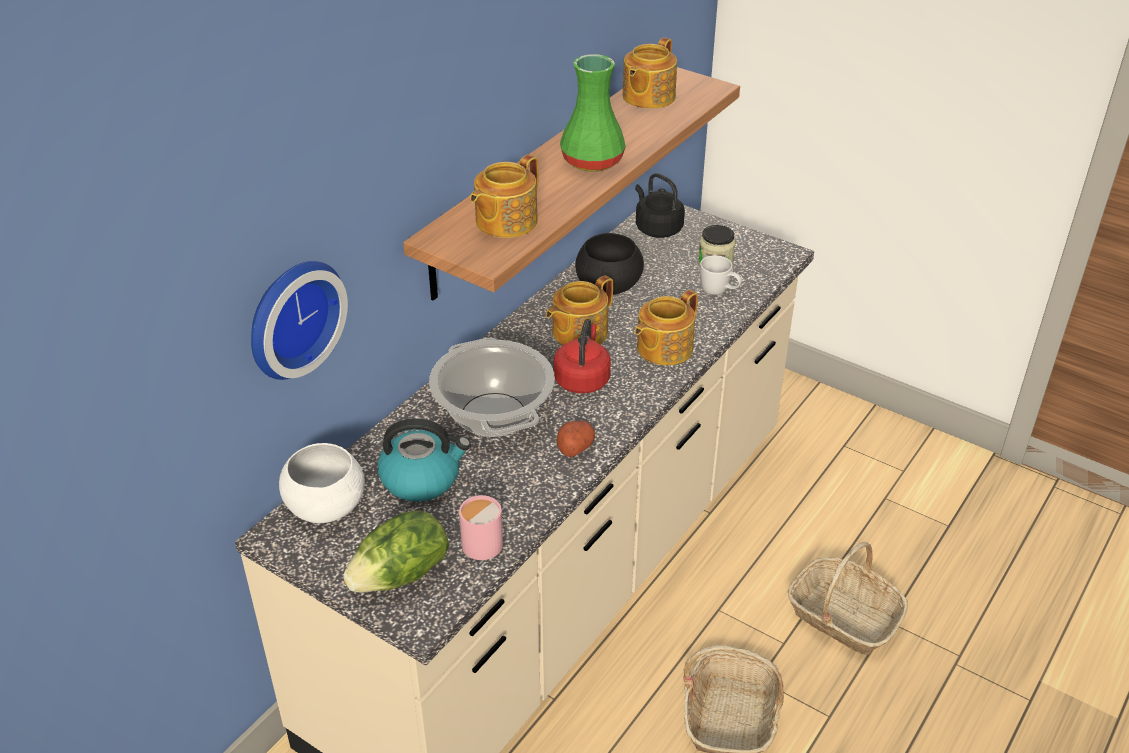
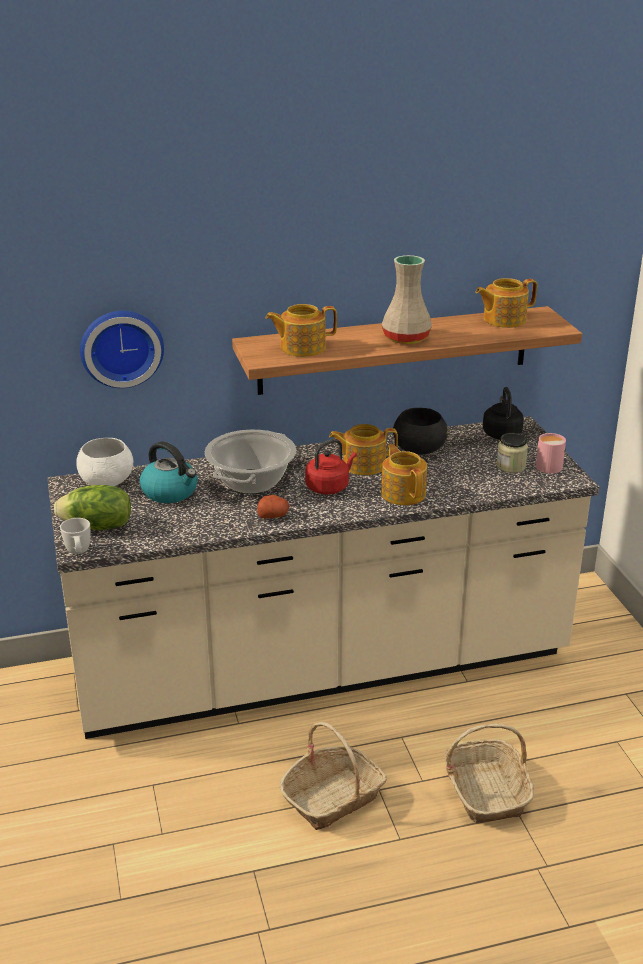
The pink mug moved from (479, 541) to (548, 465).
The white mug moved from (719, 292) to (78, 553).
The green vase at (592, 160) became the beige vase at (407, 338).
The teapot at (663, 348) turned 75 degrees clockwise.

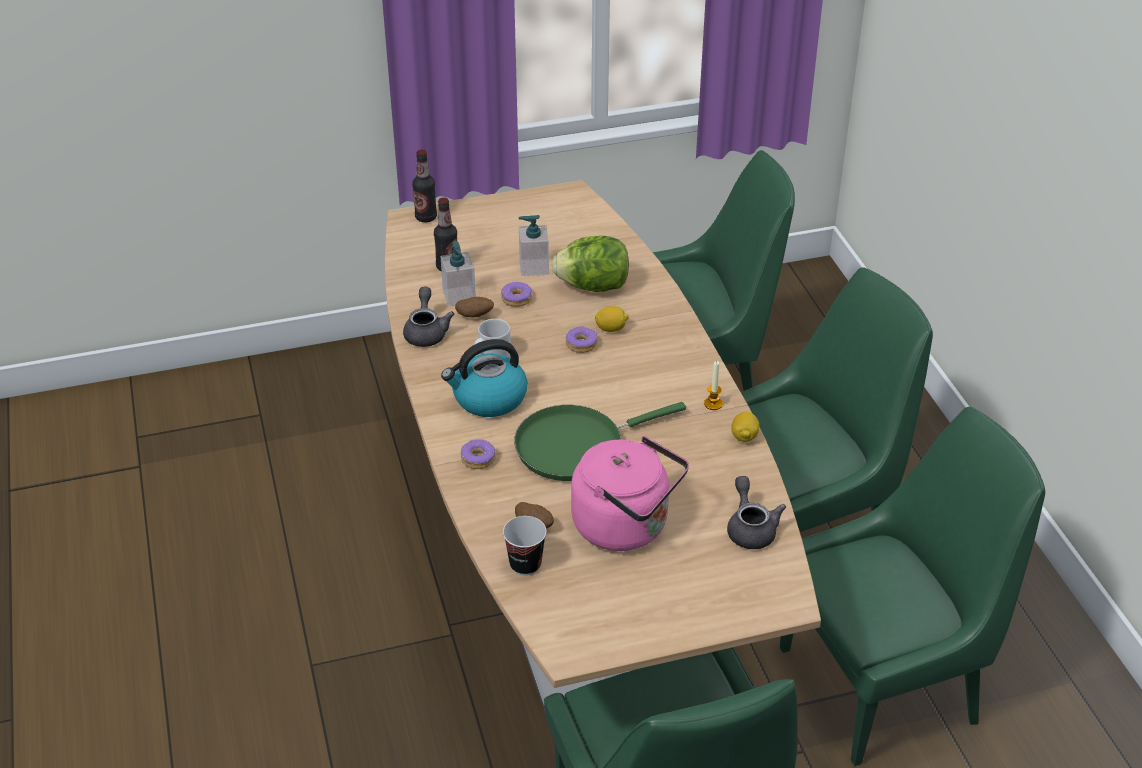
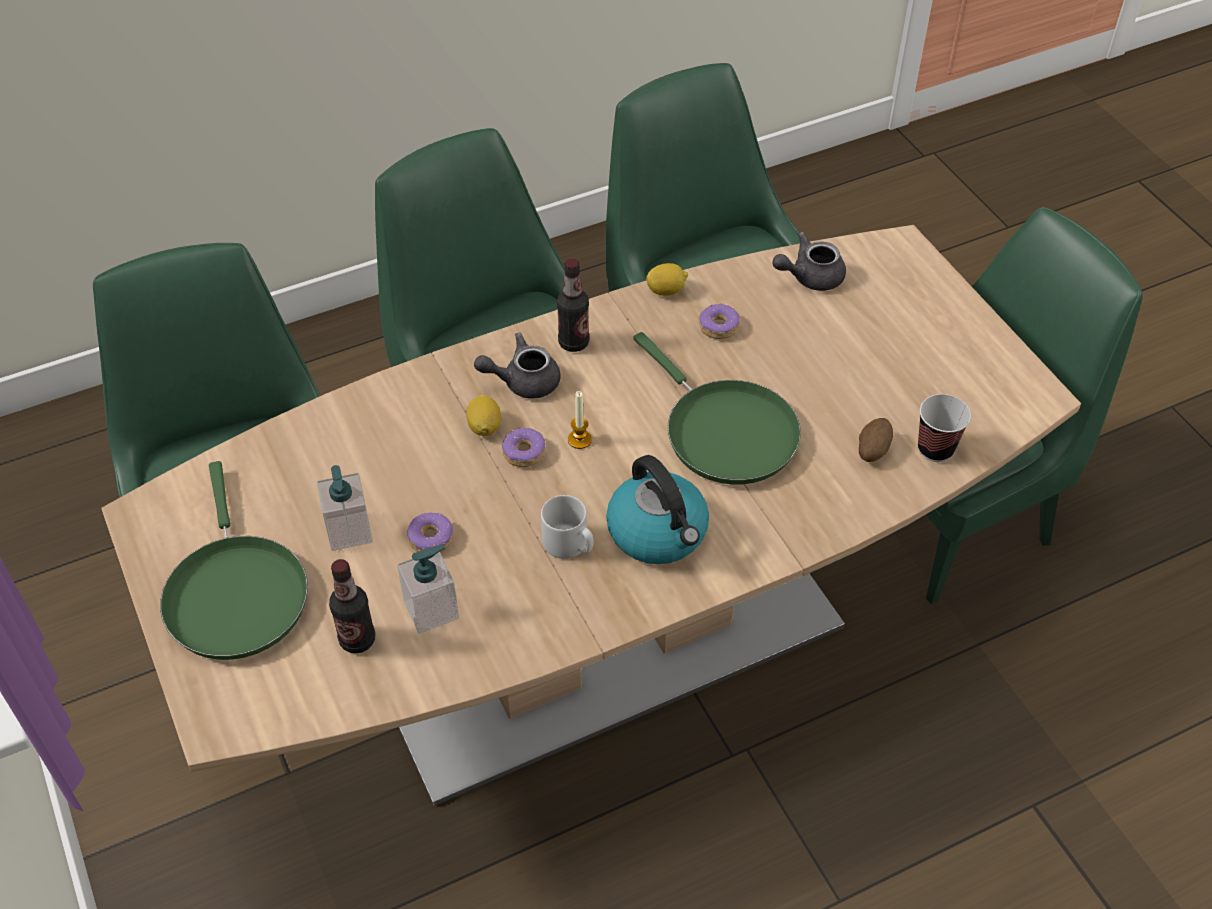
The potato at (475, 316) disappeared.
The lettuce at (593, 286) disappeared.
The pink kettle at (626, 527) disappeared.
The green frying pan at (235, 593) appeared.
The grey teapot moved from (426, 332) to (523, 381).
The bottle moved from (426, 217) to (573, 342).
The donut moved from (478, 459) to (718, 327).
The candle moved from (713, 404) to (579, 440).

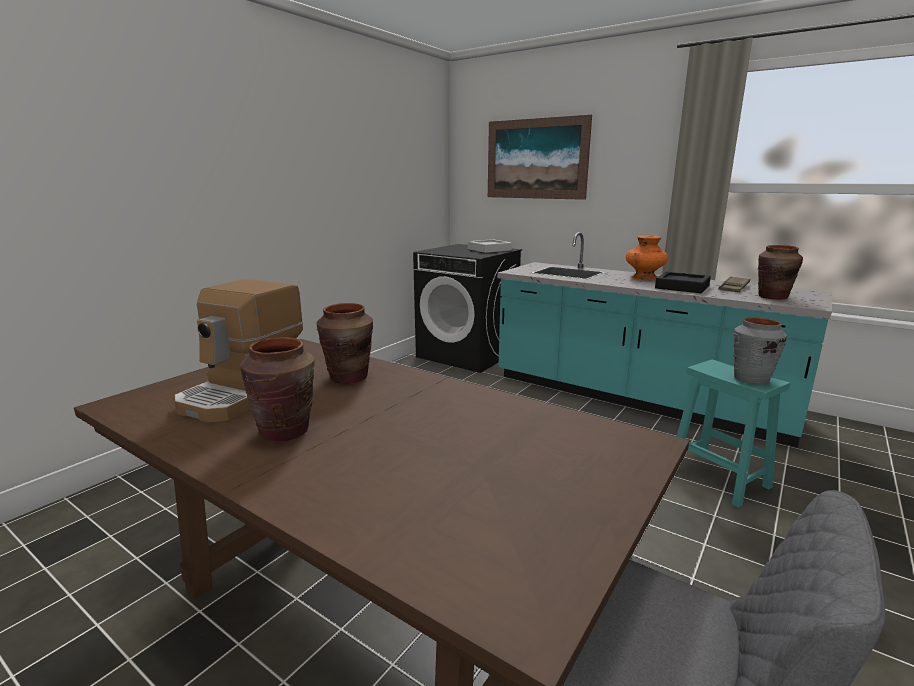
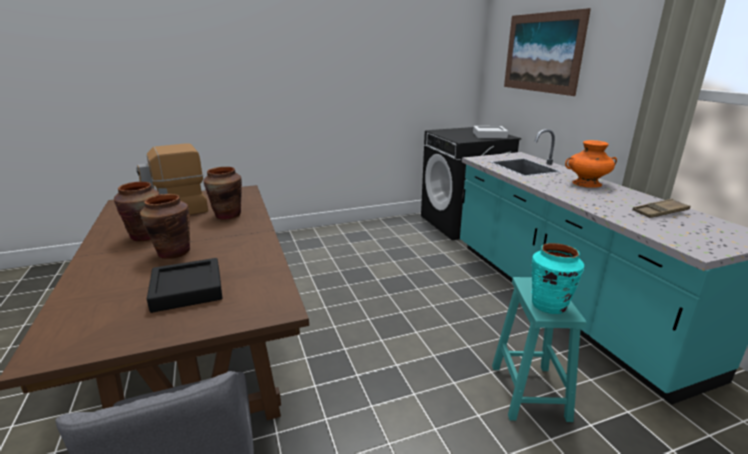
The black tray moved from (682, 287) to (187, 290).
The brown vase moved from (772, 297) to (173, 253).
The grey vase at (751, 379) became the turquoise vase at (549, 305).

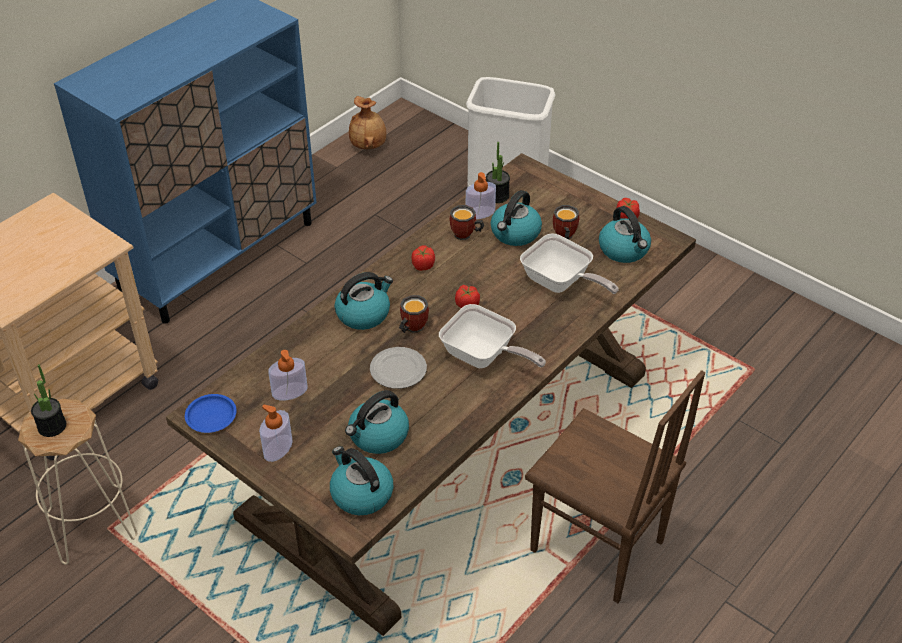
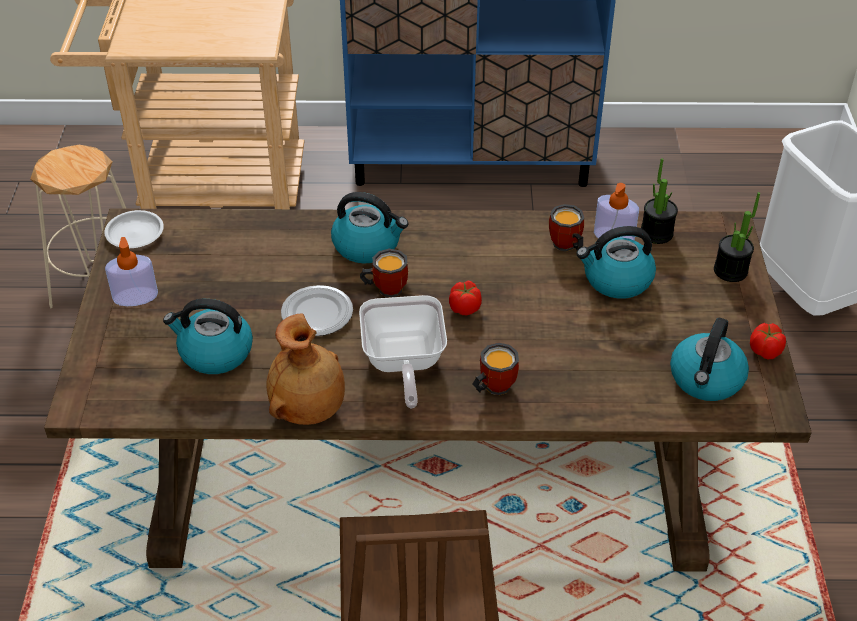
The soap dispenser at (289, 391) disappeared.
The kettle at (361, 494) disappeared.
The tomato at (423, 265) disappeared.
The frying pan at (560, 283) disappeared.
The potted plant moved from (52, 426) to (730, 271).
The brown vase moved from (369, 145) to (309, 409).
The mug moved from (563, 236) to (492, 387).
The blue plate at (211, 416) became the white plate at (135, 233).

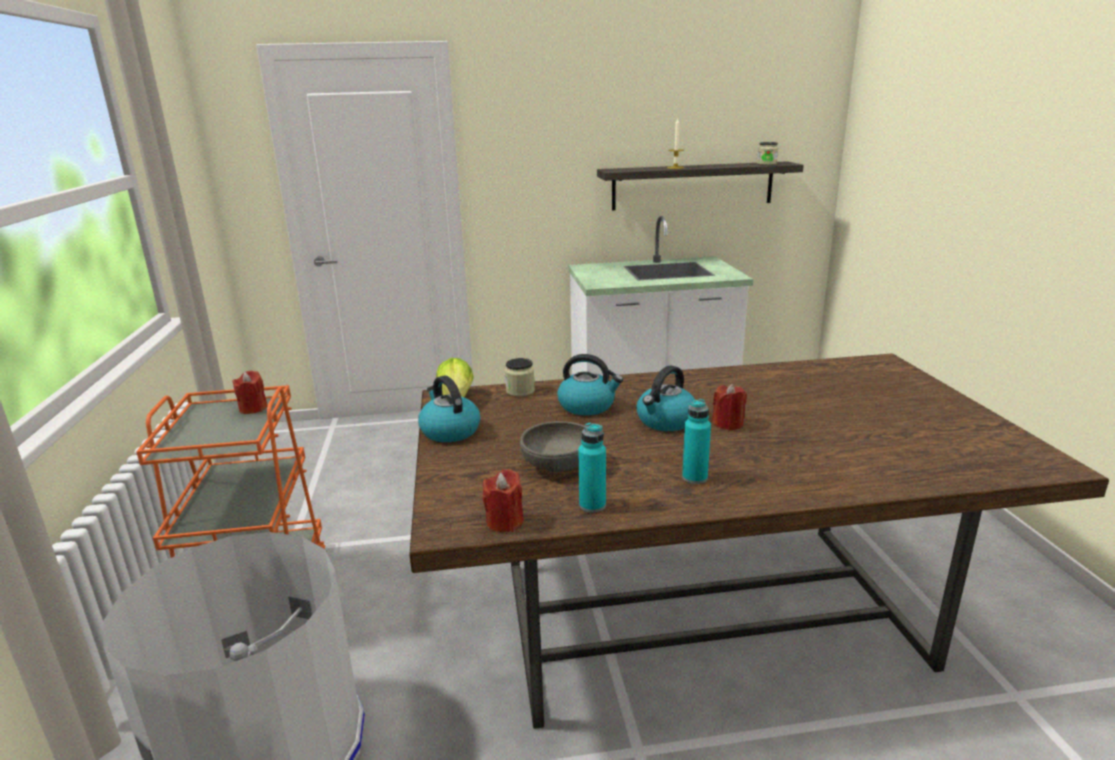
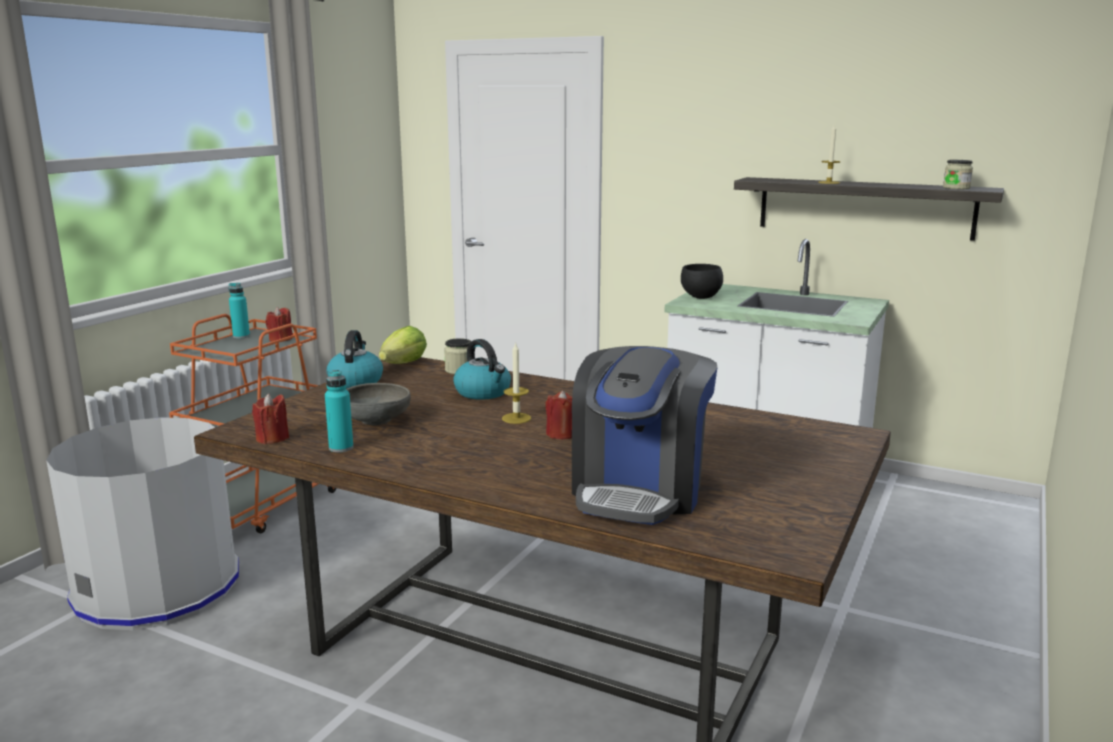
The coffee machine at (639, 490) appeared.
The black bowl at (701, 297) appeared.
The turquoise bottle moved from (694, 477) to (241, 336).
The kettle at (666, 421) was replaced by the candle at (516, 418).

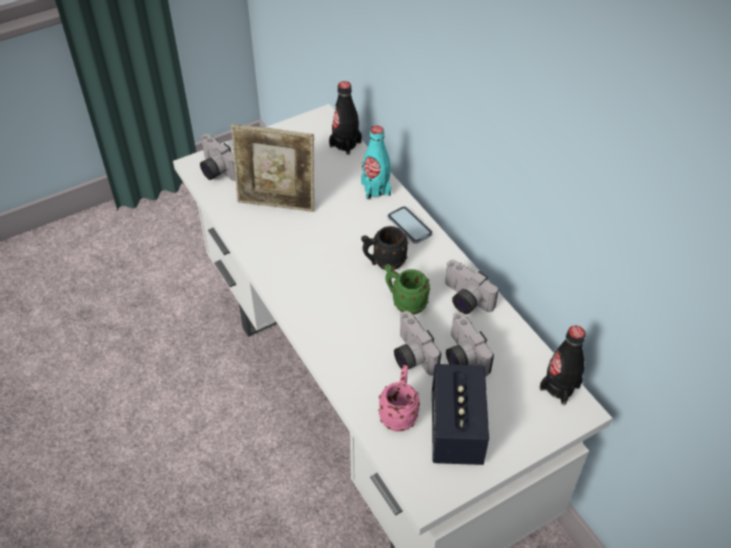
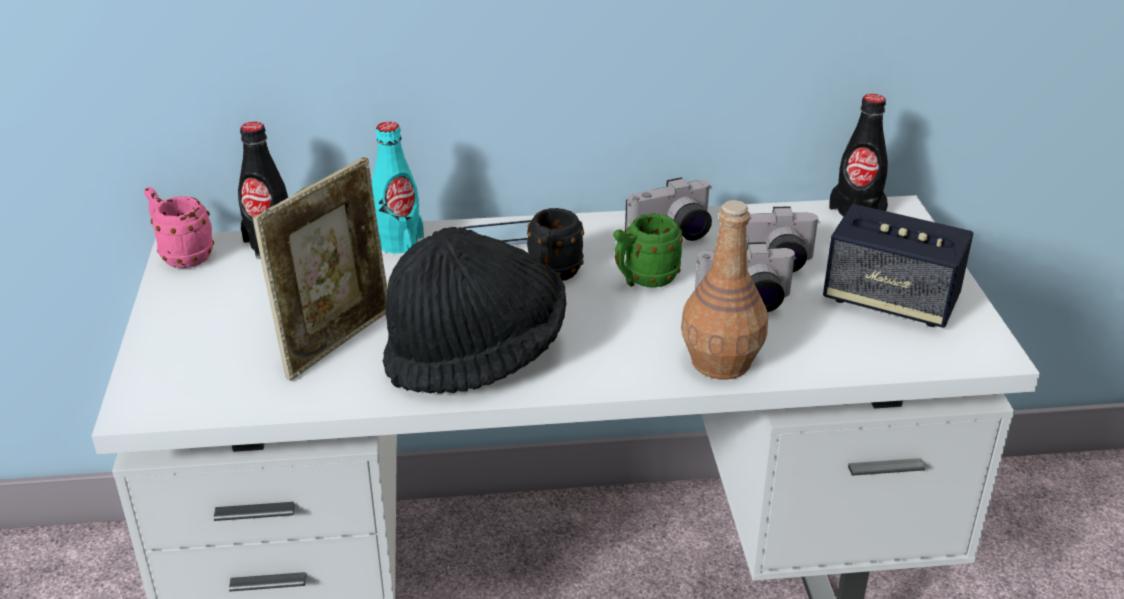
The photo camera at (215, 170) disappeared.
The black hat at (476, 355) appeared.
The brown bottle at (720, 361) appeared.
The pink mug moved from (399, 413) to (181, 255).

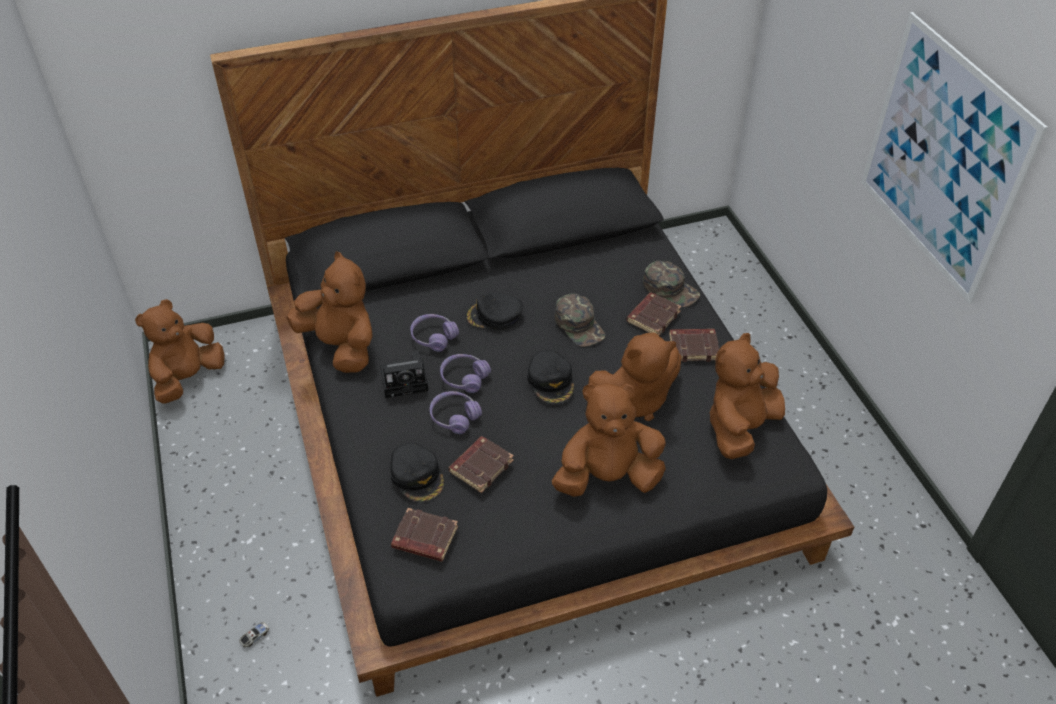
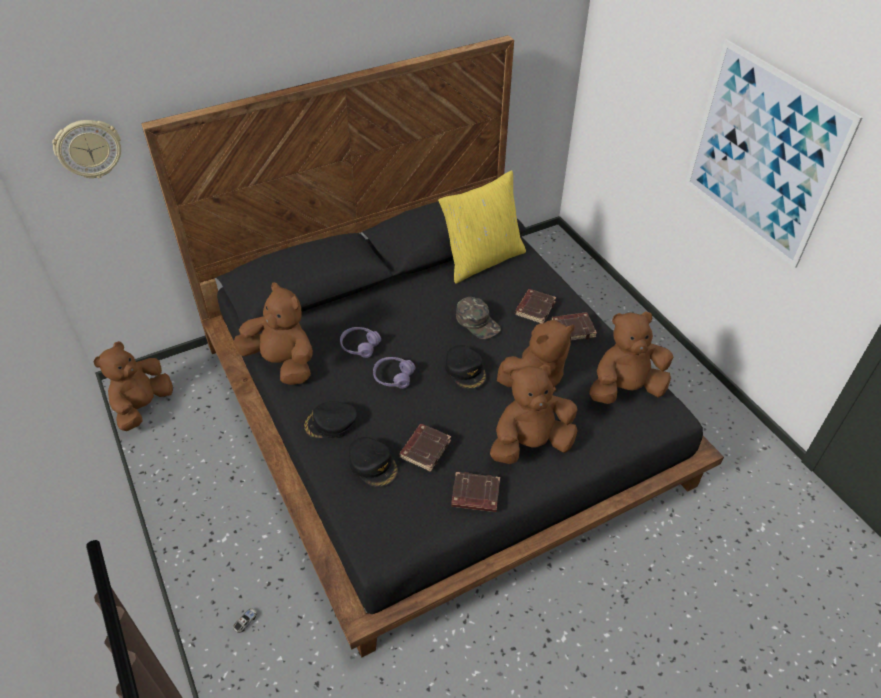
The photo camera at (406, 380) disappeared.
The purple headphones at (454, 417) disappeared.
The green cap at (670, 289) disappeared.
The wall clock at (88, 149) appeared.
The yellow pillow at (482, 260) appeared.
The brown book moved from (424, 538) to (475, 495).
The black cap moved from (494, 316) to (330, 424).
The brown plush toy at (740, 427) turned 45 degrees clockwise.

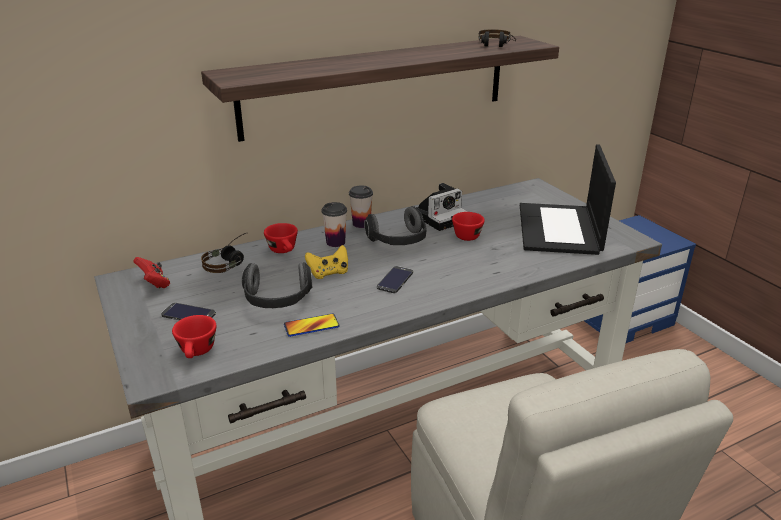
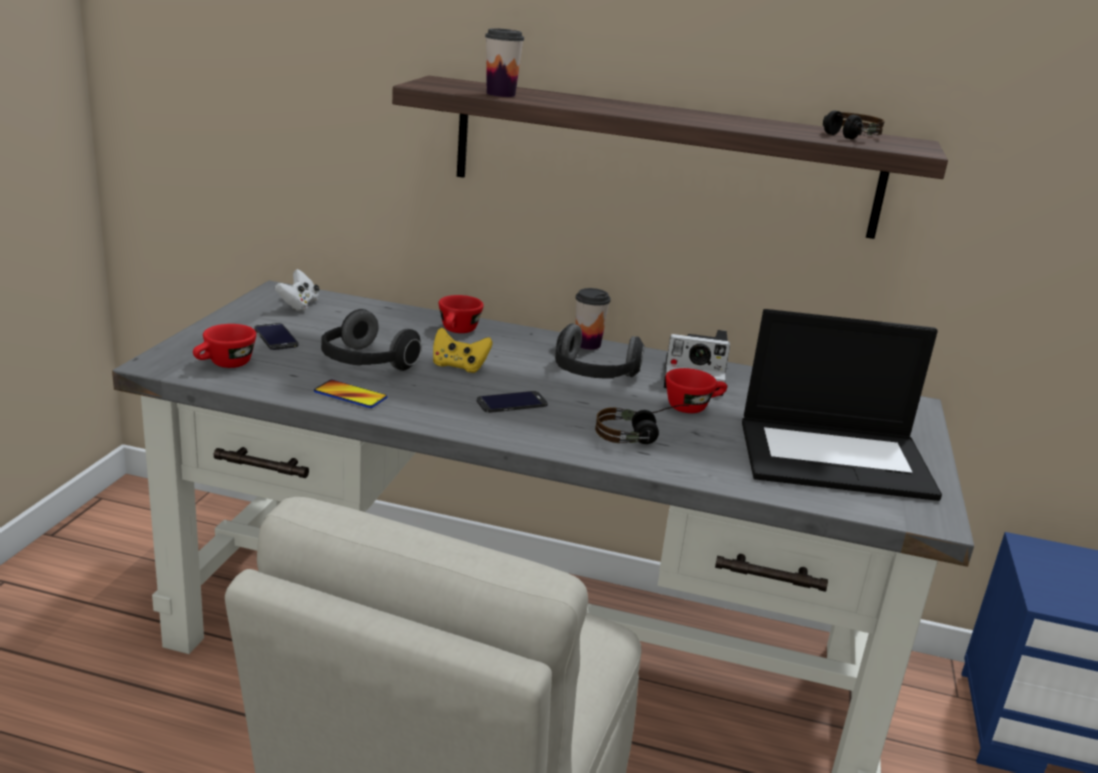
The headphones moved from (230, 261) to (641, 435).
The cup moved from (335, 242) to (500, 94).
The red game controller at (154, 283) became the white game controller at (298, 305).
The laptop at (560, 229) turned 135 degrees counterclockwise.

